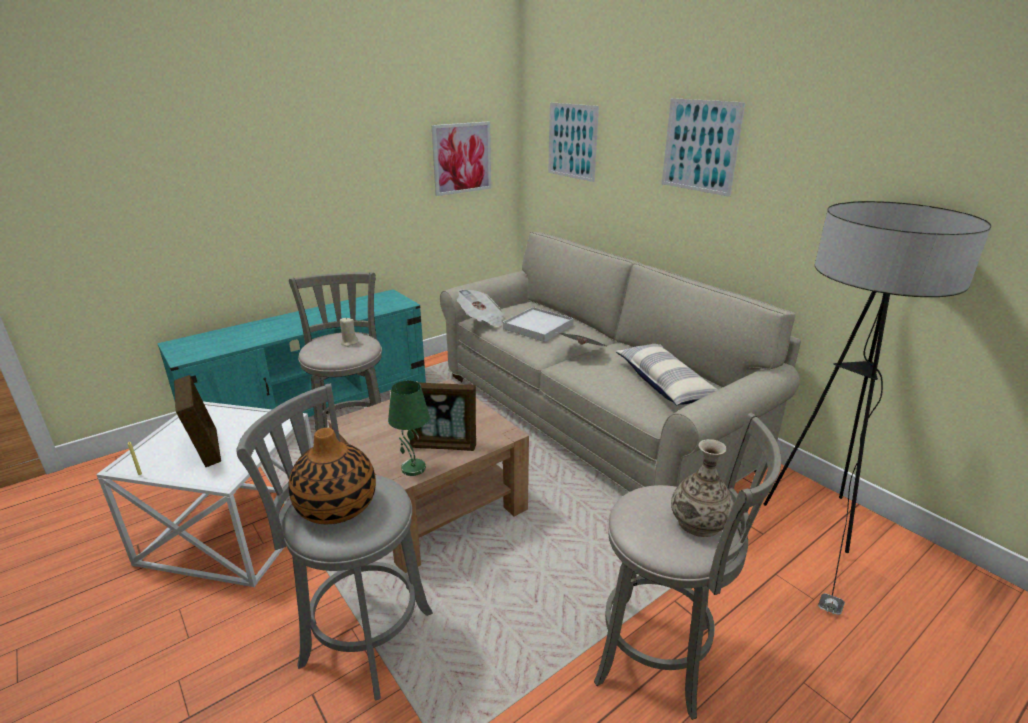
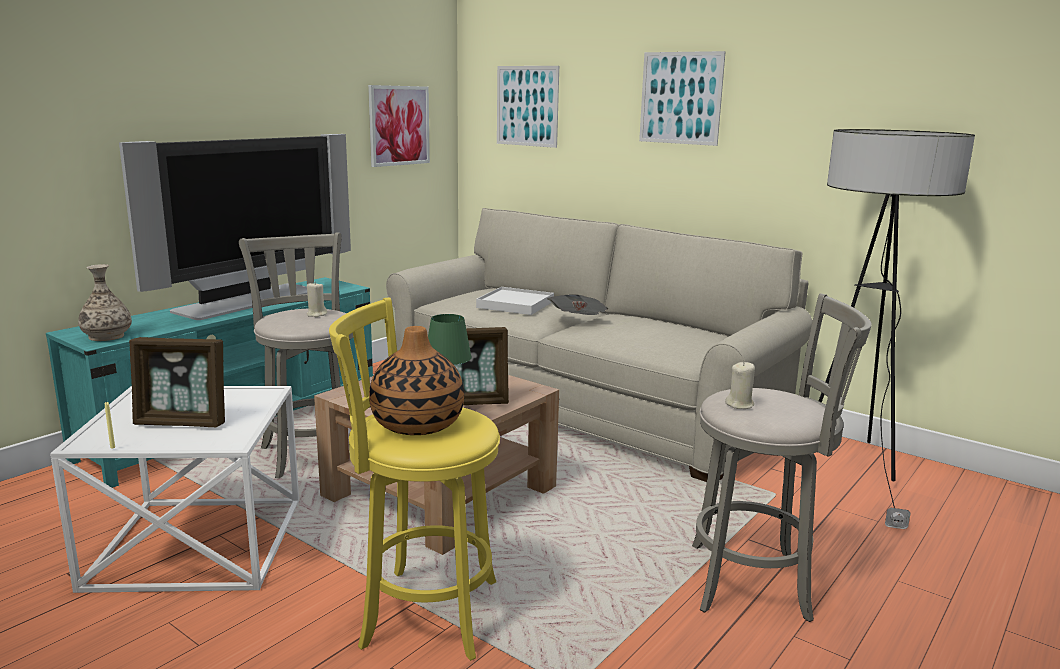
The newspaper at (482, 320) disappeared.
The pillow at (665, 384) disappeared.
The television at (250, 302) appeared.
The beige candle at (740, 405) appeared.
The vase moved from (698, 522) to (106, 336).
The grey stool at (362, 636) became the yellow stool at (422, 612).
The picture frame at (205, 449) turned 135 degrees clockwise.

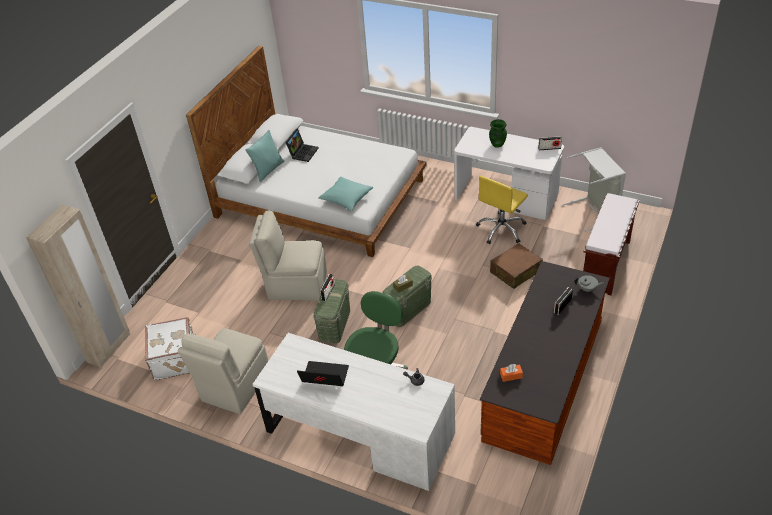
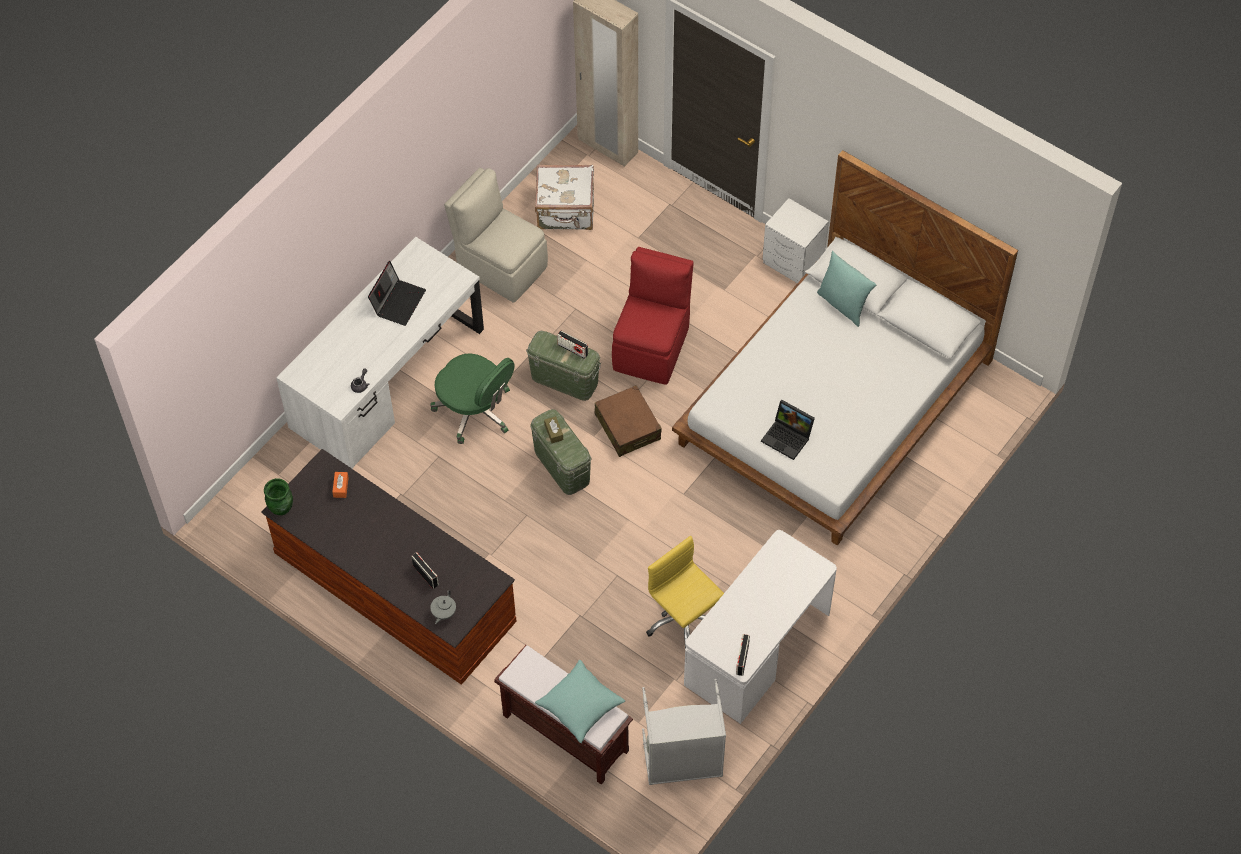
The white nightstand at (793, 263) appeared.
The laptop moved from (303, 152) to (788, 437).
The turquoise pillow moved from (346, 198) to (580, 706).
The green vase moved from (497, 144) to (281, 508).
The brown suitcase moved from (515, 272) to (627, 427).
The beige chair at (295, 285) became the red chair at (652, 346).

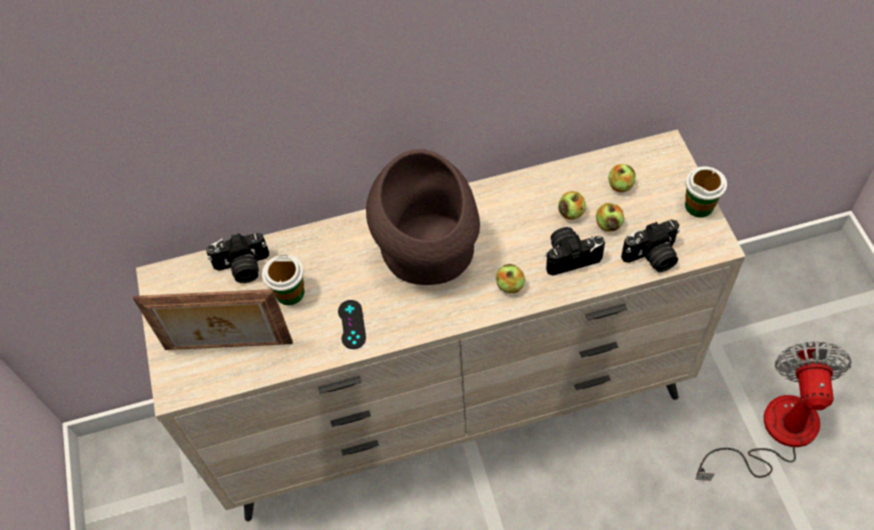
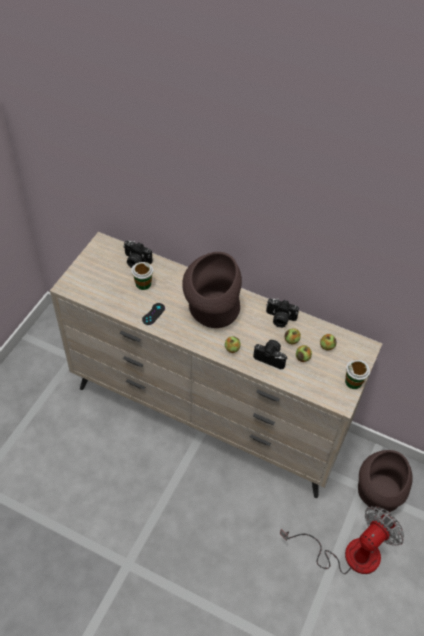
The picture frame at (228, 348) disappeared.
The brown vase at (377, 495) appeared.
The photo camera moved from (652, 257) to (279, 319).

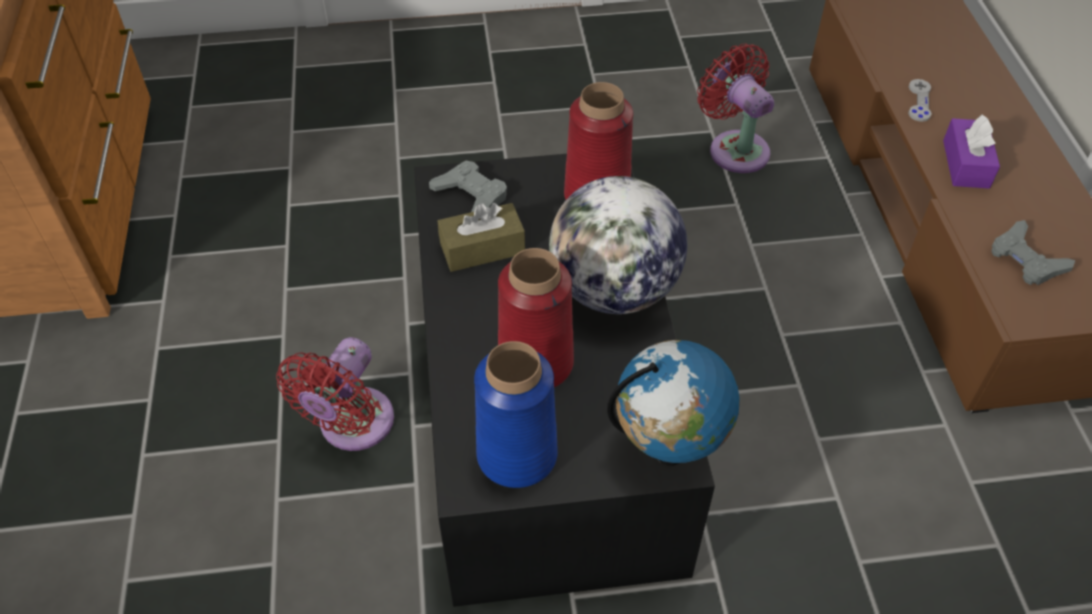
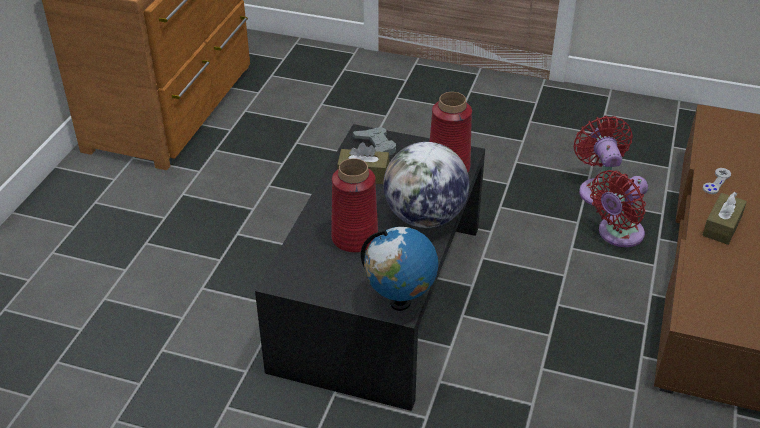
The blue vase at (516, 455) disappeared.
The grey game controller at (1026, 259) disappeared.
The red fan moved from (352, 426) to (617, 234).
The purple tissue box at (966, 164) became the brown tissue box at (722, 226).

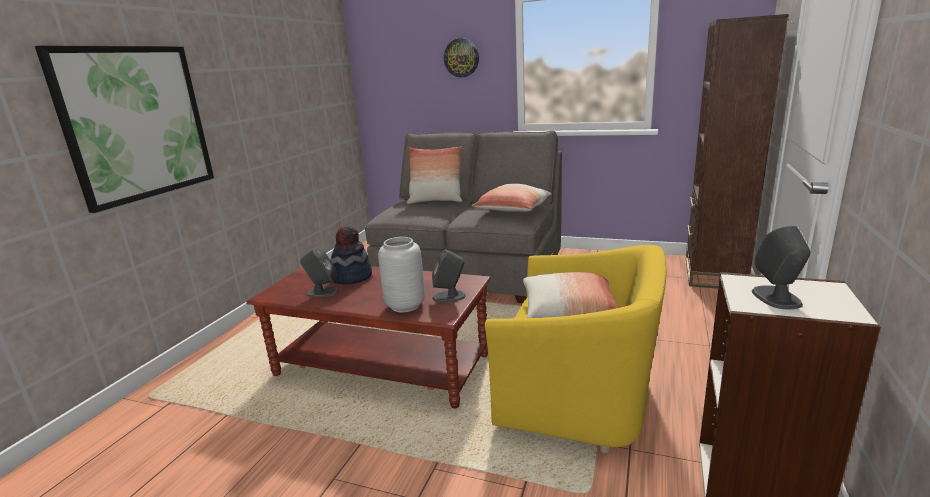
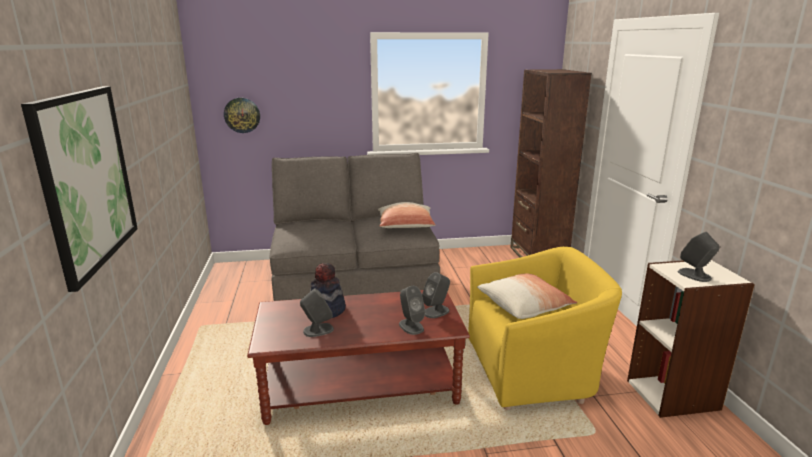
The pillow at (436, 201) disappeared.
The wall clock moved from (461, 58) to (242, 115).
The grey vase at (406, 305) was replaced by the grey speaker at (411, 326).

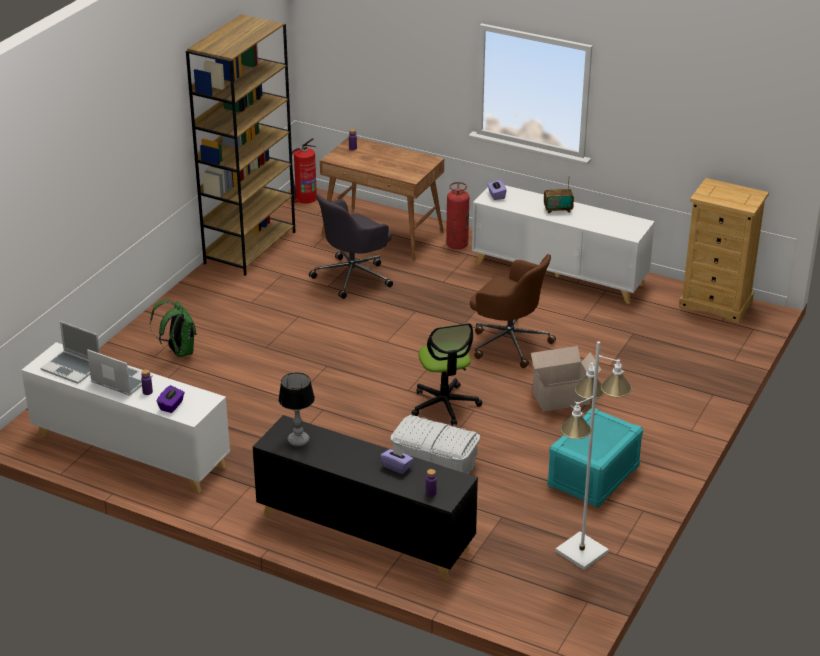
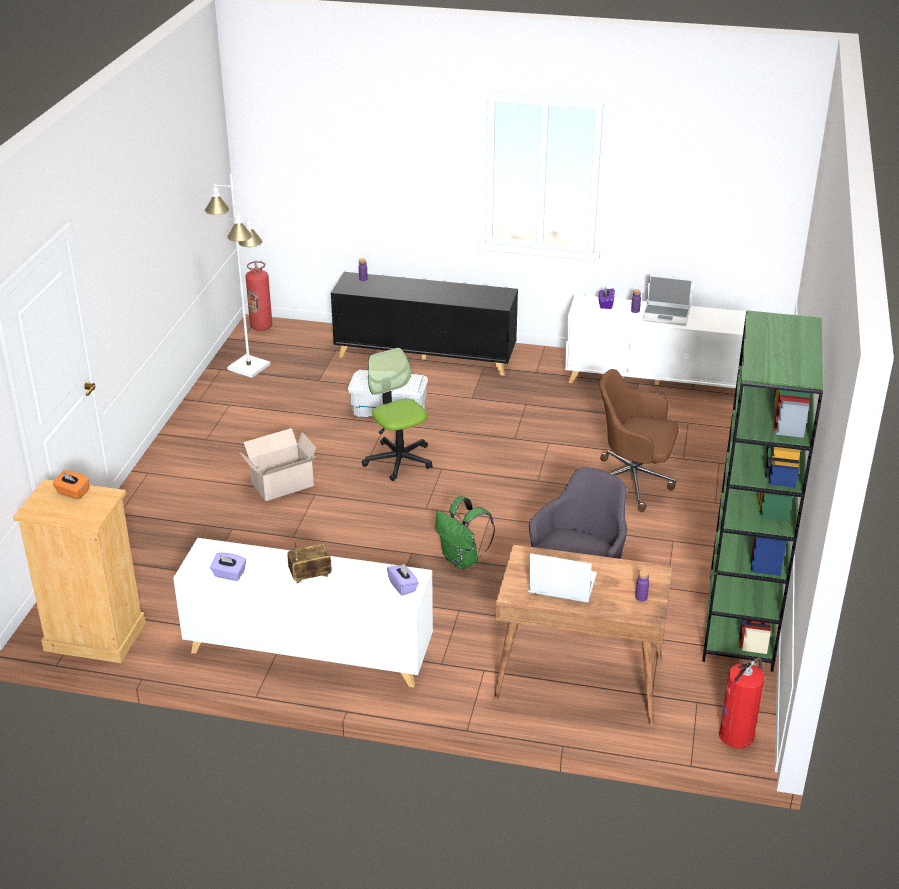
The table lamp at (299, 441) disappeared.
The turquoise storage box at (593, 476) disappeared.
The orange tissue box at (72, 493) appeared.
The laptop moved from (73, 368) to (561, 585).
The green backpack moved from (178, 351) to (462, 560).
The purple tissue box moved from (397, 467) to (229, 574).
The fire extinguisher moved from (457, 245) to (261, 326).
The brown office chair moved from (508, 342) to (633, 482).
The brown bookcase at (250, 247) became the green bookcase at (740, 622).

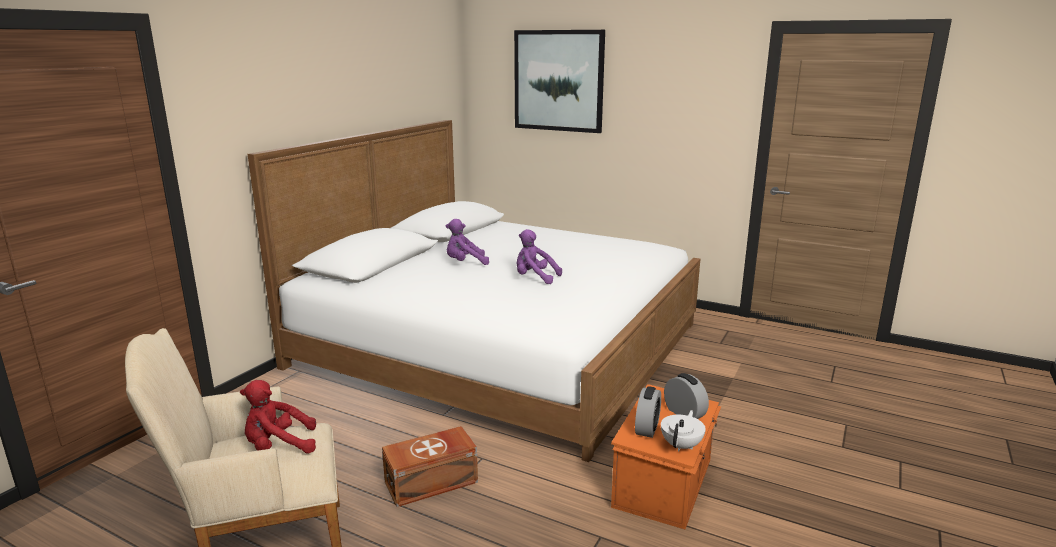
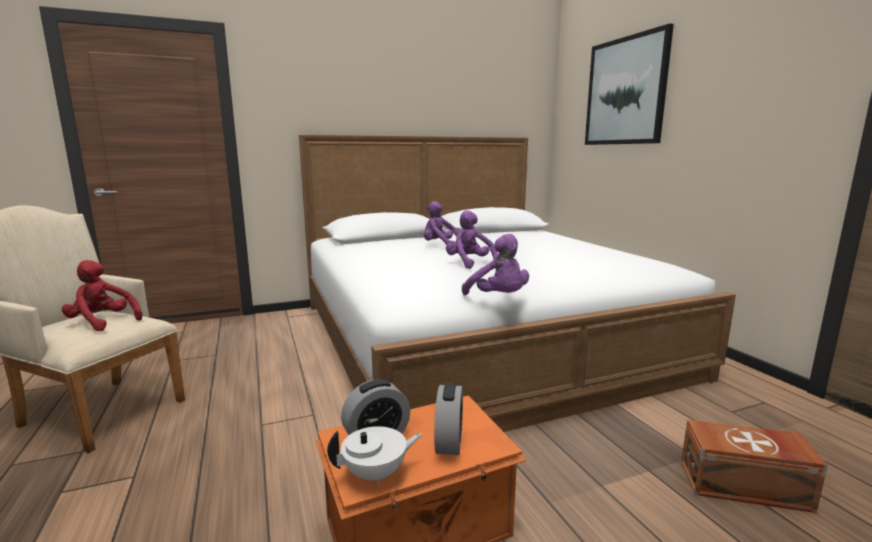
The purple plush toy at (498, 298) appeared.
The brown storage box moved from (433, 482) to (746, 486).

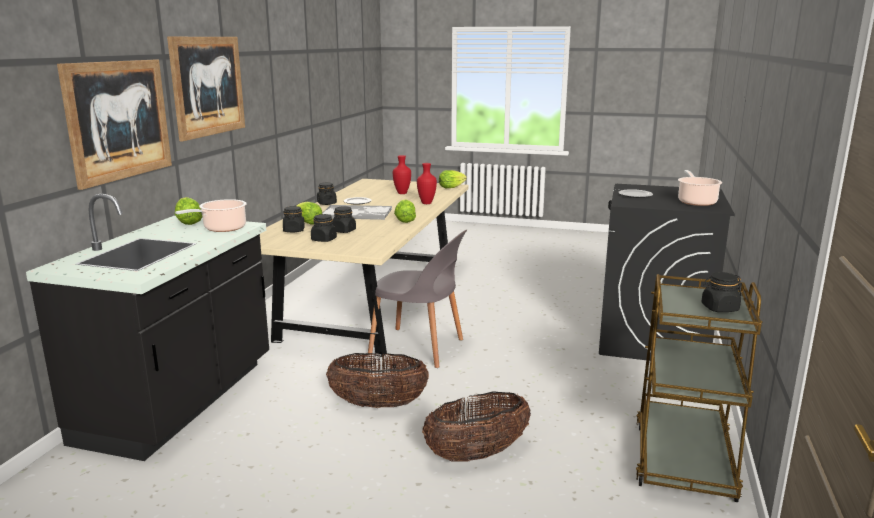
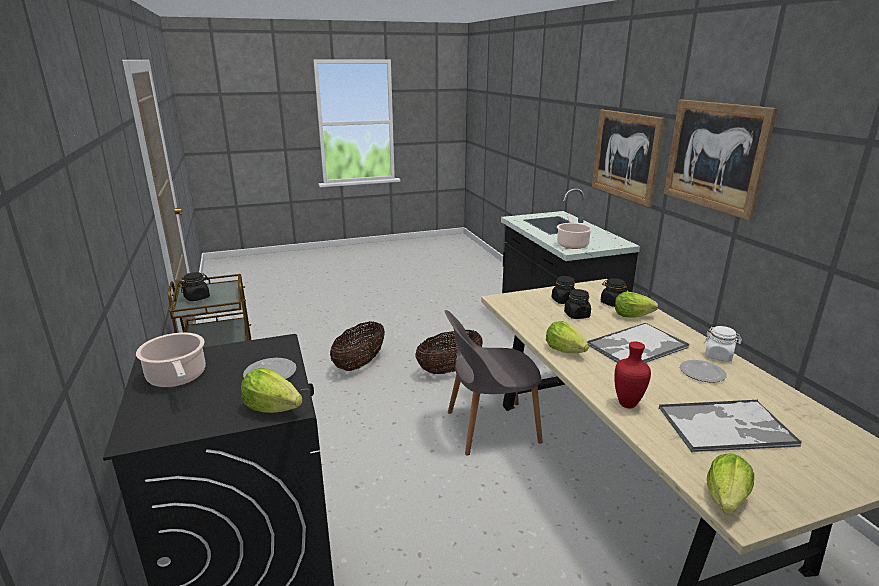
The lettuce moved from (188, 222) to (272, 408).
The red vase at (401, 193) was replaced by the tray at (726, 427).
The black jar at (326, 203) became the white jar at (719, 356).

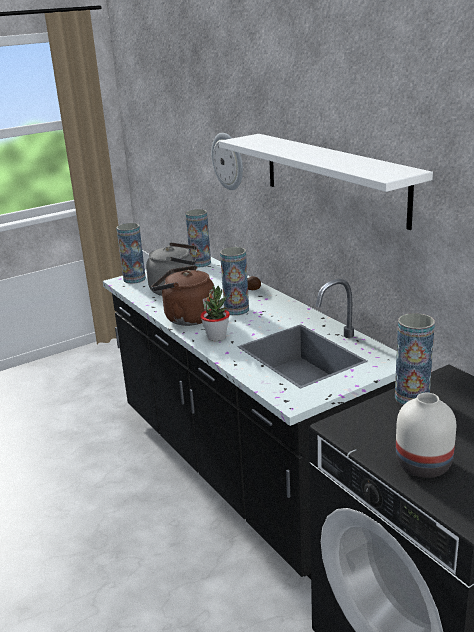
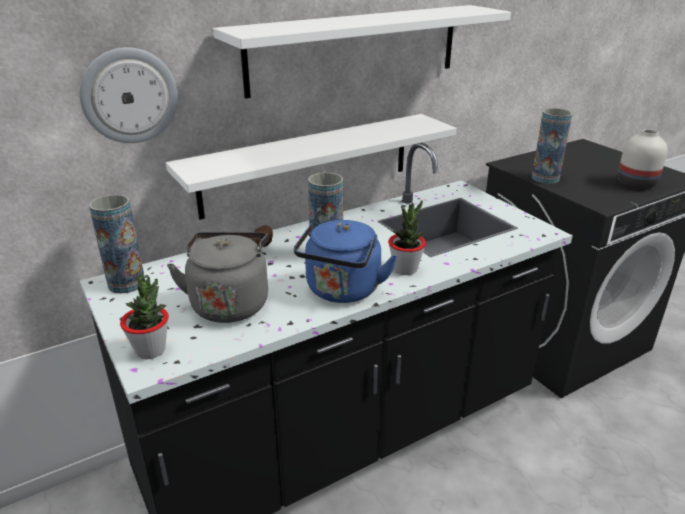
The white shelf at (308, 164) appeared.
The vase at (134, 279) was replaced by the potted plant at (151, 350).
The brown kettle at (186, 318) became the blue kettle at (342, 291).

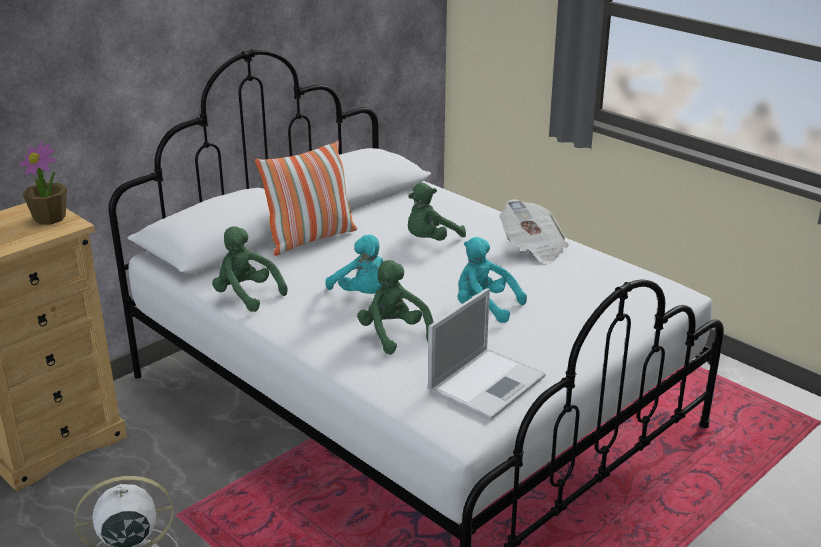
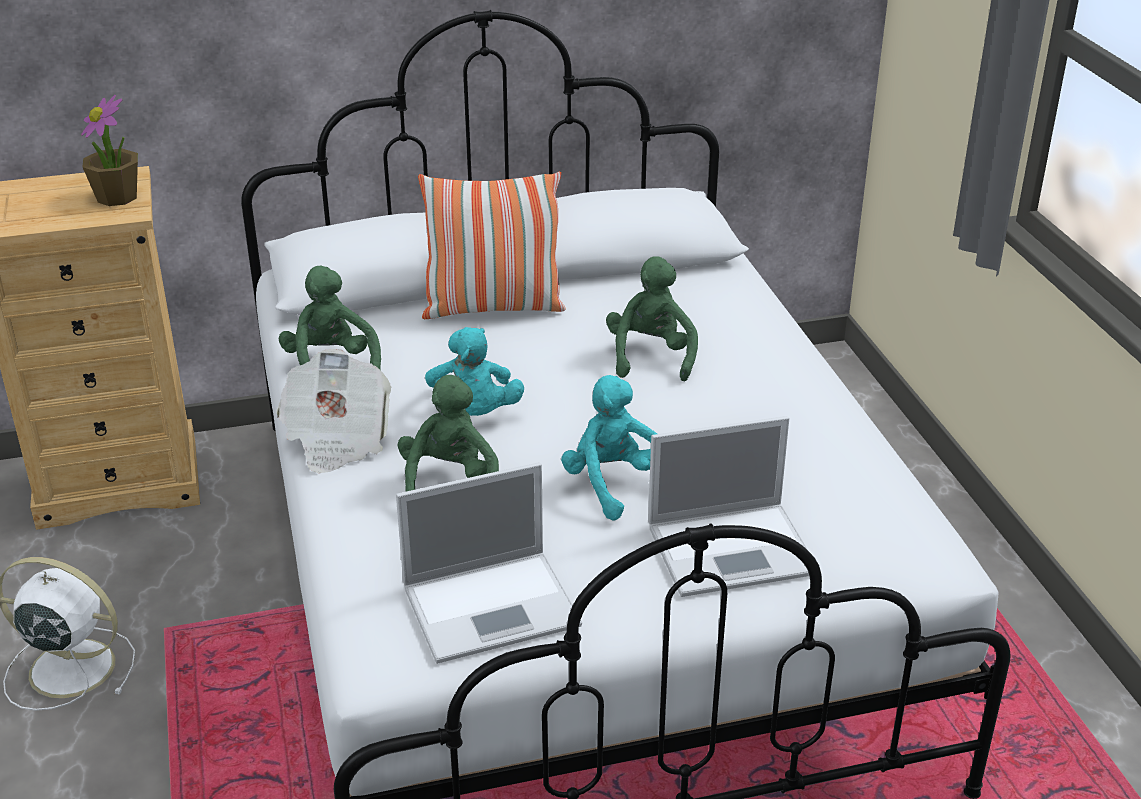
The laptop at (734, 549) appeared.
The newspaper moved from (533, 248) to (337, 438).
The green plush toy at (431, 240) turned 105 degrees clockwise.

